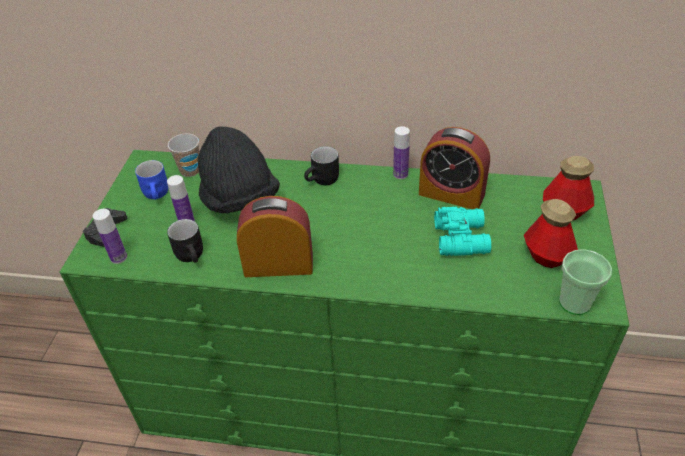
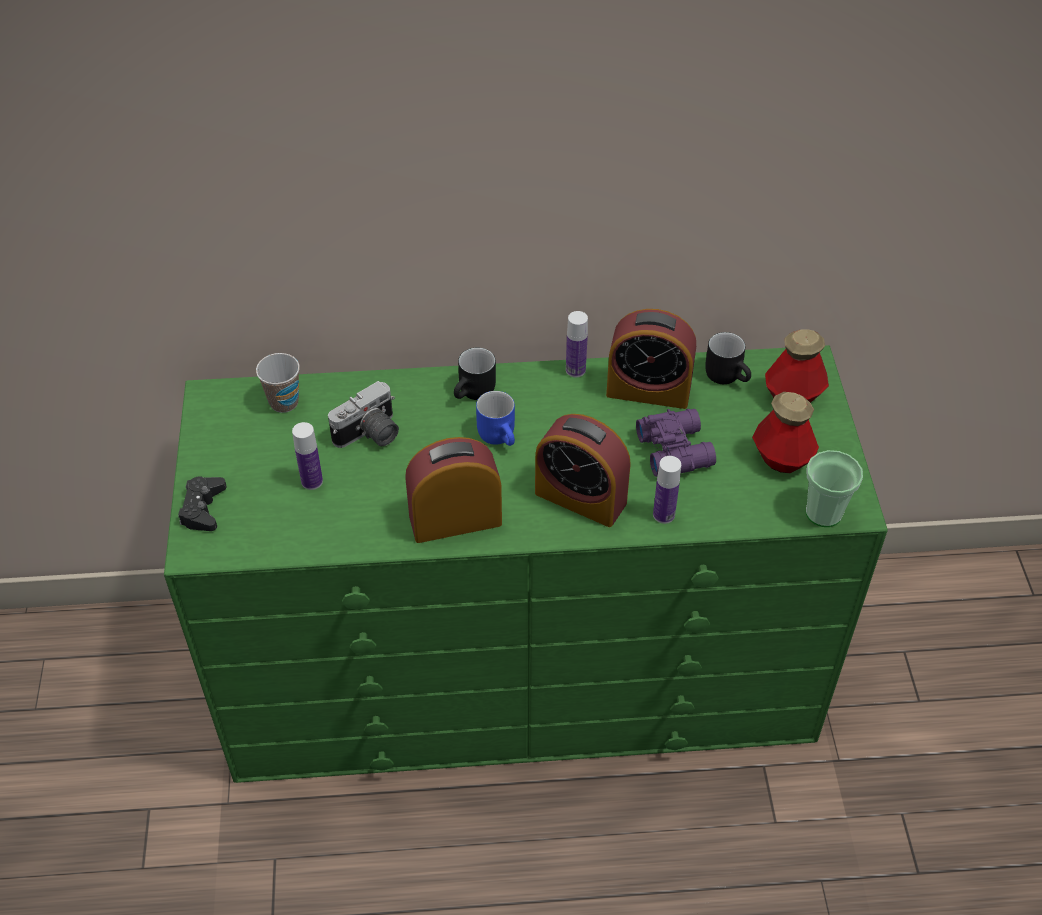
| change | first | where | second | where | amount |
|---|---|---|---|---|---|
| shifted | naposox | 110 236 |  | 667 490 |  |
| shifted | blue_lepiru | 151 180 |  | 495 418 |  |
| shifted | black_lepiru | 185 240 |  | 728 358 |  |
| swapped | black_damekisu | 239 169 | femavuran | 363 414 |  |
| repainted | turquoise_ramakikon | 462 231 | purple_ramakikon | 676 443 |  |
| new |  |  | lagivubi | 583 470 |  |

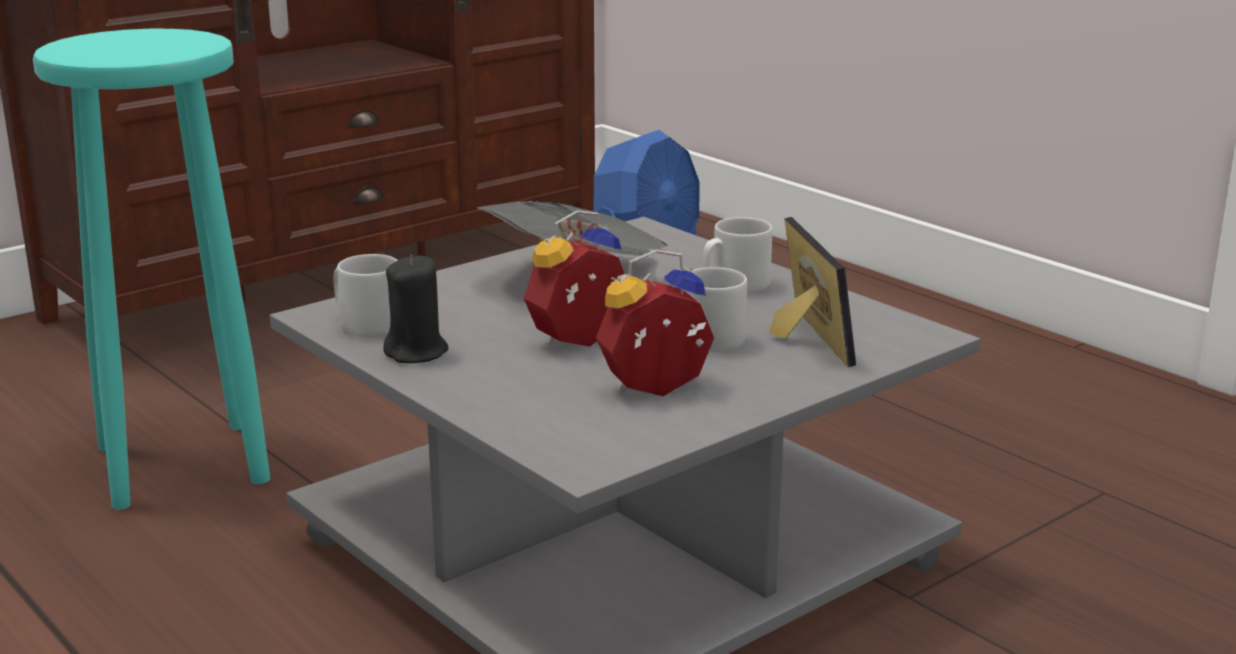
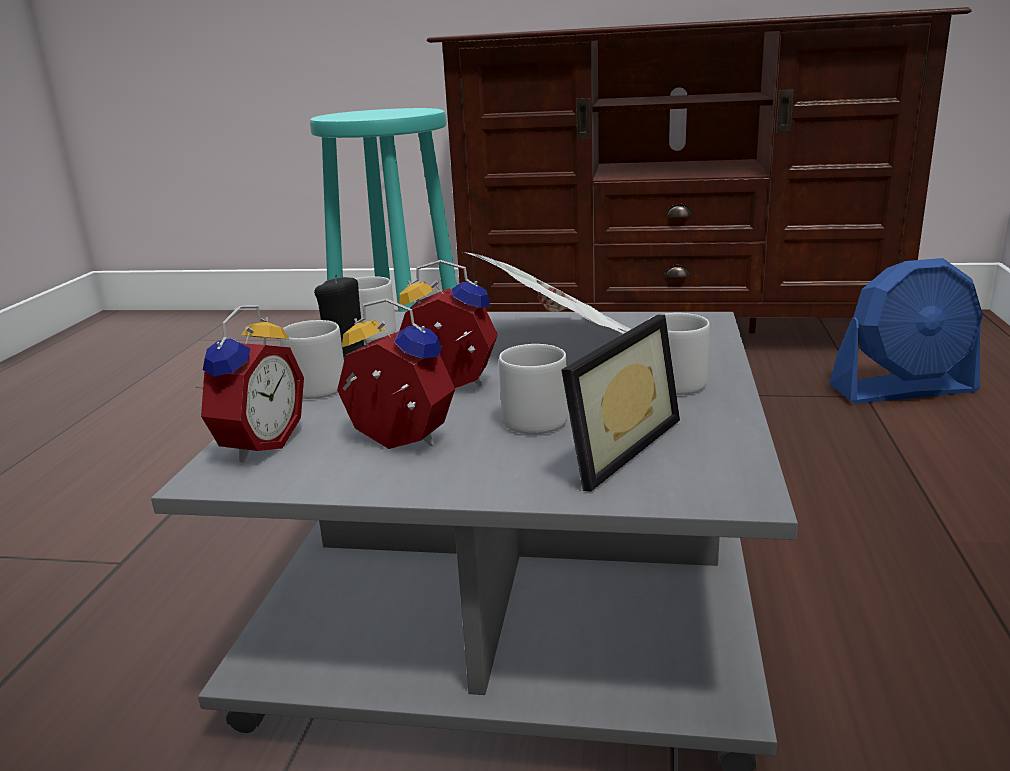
| change | first | where | second | where | amount |
|---|---|---|---|---|---|
| new |  |  | lagivubi | 250 384 |  |
| new |  |  | grey_lepiru | 311 359 |  |

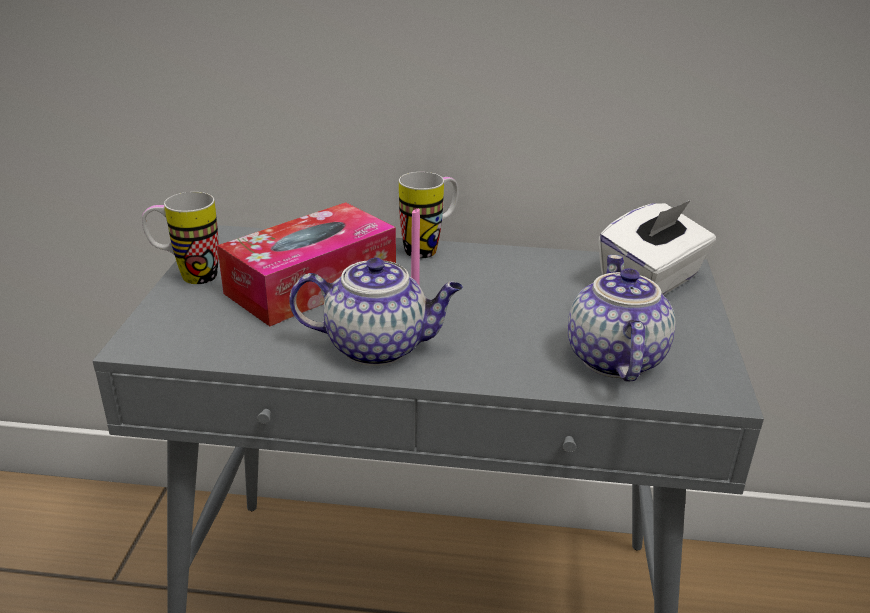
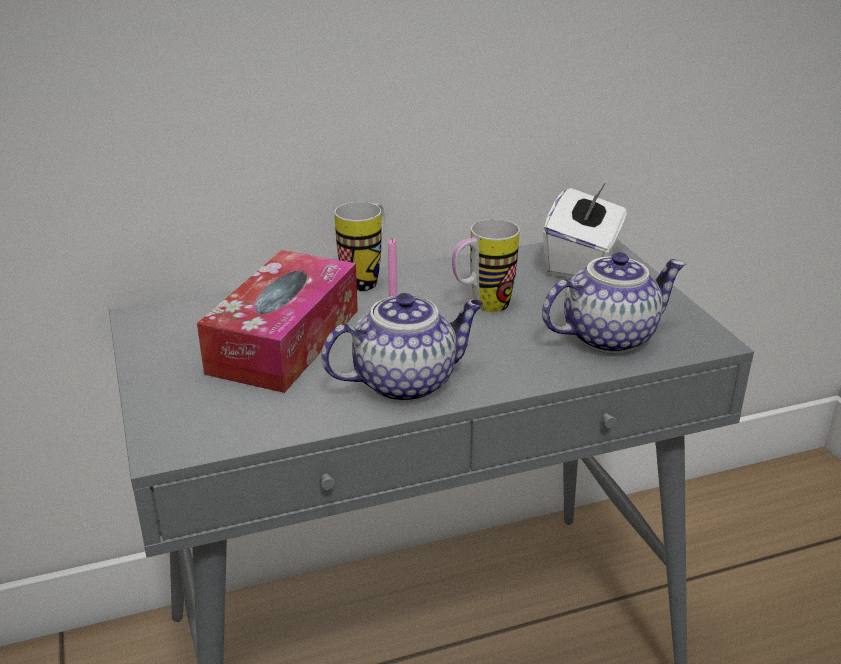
| change | first | where | second | where | amount |
|---|---|---|---|---|---|
| shifted | lepiru | 180 238 |  | 486 265 |  |
| rotated | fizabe | 622 318 |  | 614 303 | 90 degrees clockwise |

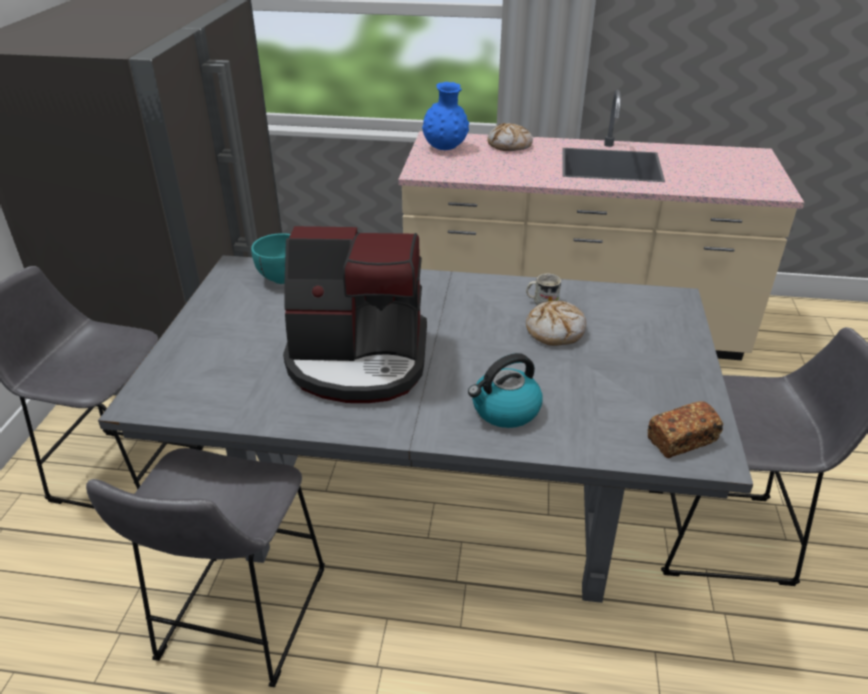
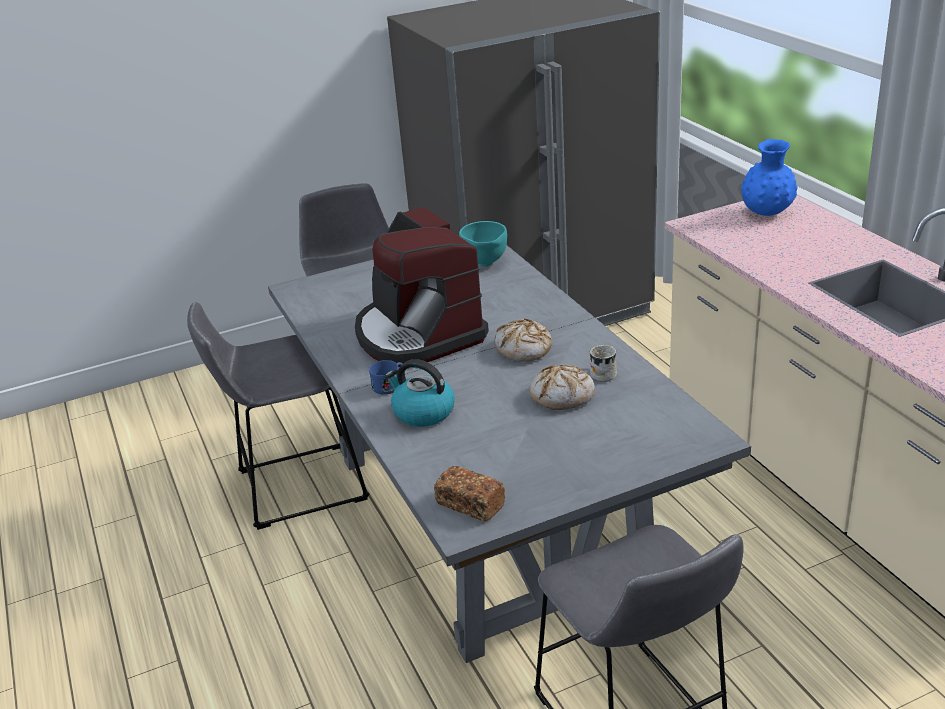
| change | first | where | second | where | amount |
|---|---|---|---|---|---|
| shifted | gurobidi | 510 137 |  | 523 340 |  |
| new |  |  | blue_lepiru | 385 377 |  |

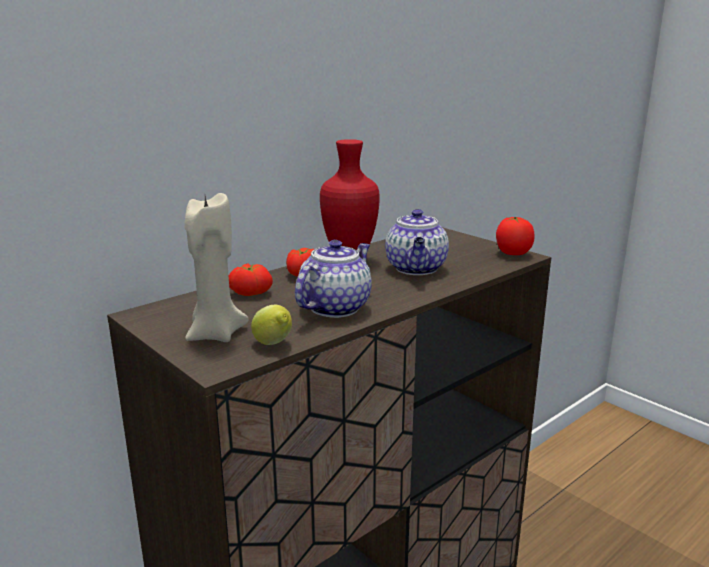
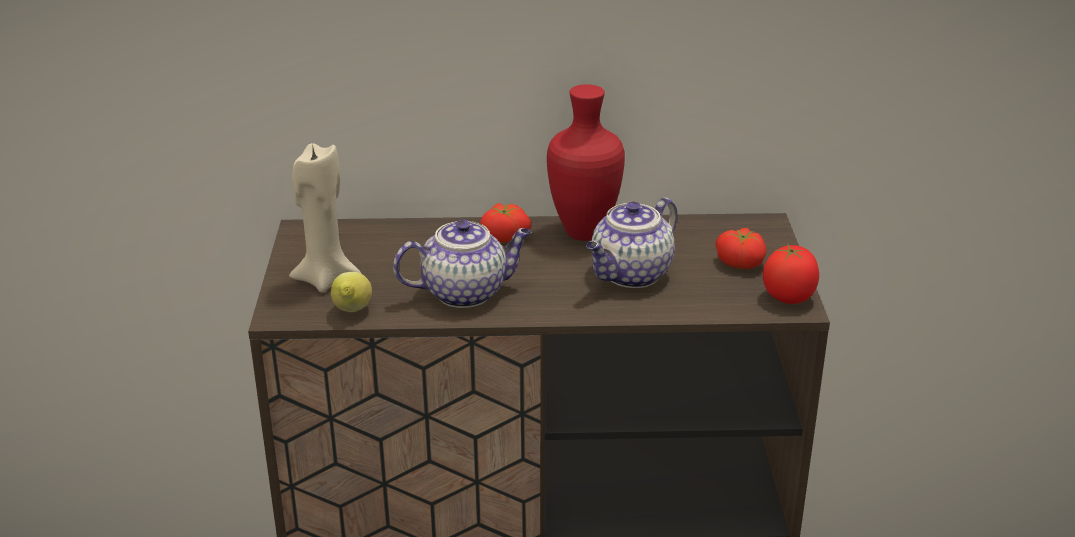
| change | first | where | second | where | amount |
|---|---|---|---|---|---|
| shifted | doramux | 251 279 |  | 741 248 |  |

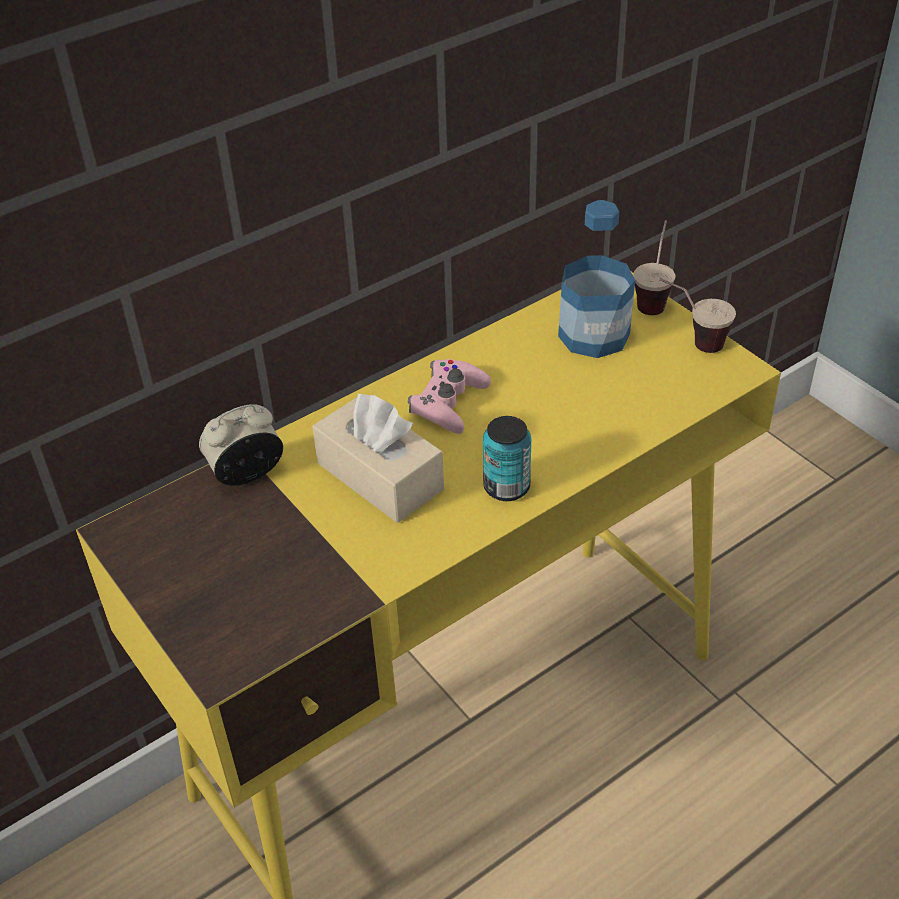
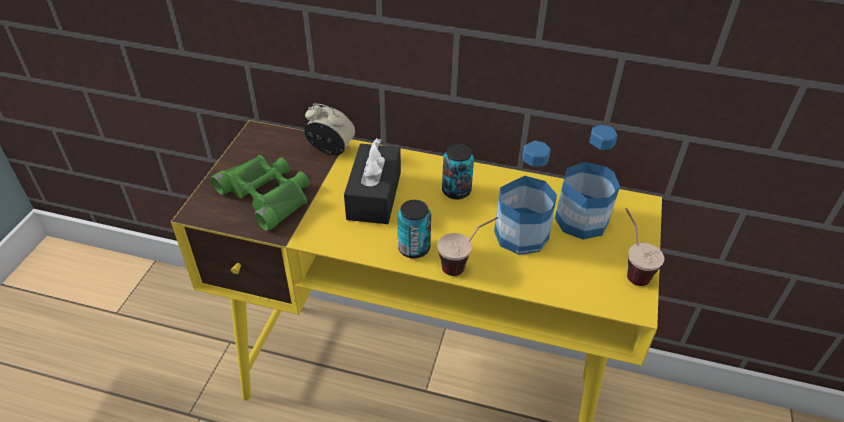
| change | first | where | second | where | amount |
|---|---|---|---|---|---|
| repainted | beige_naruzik | 378 458 | black_naruzik | 372 181 |  |
| swapped | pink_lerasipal | 449 396 | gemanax | 458 172 |  |
| shifted | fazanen | 654 267 |  | 467 246 |  |
| new |  |  | green_ramakikon | 260 193 |  |
| new |  |  | naposox | 525 198 |  |

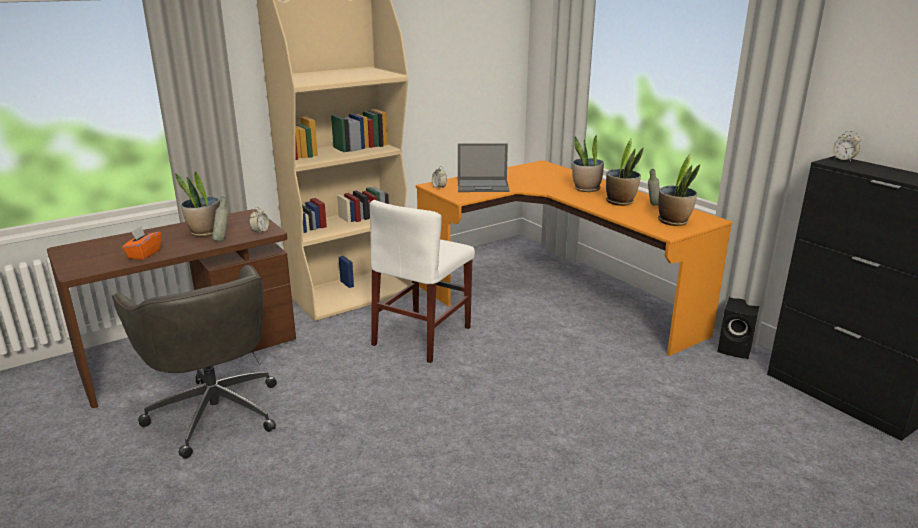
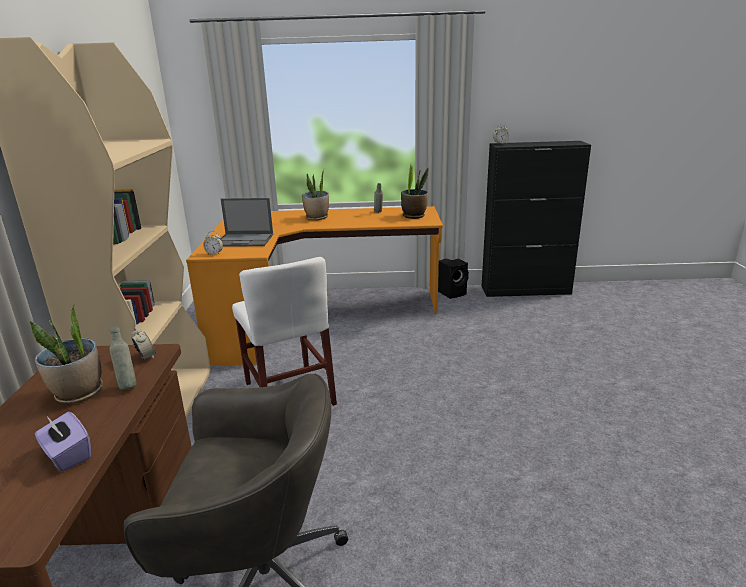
| change | first | where | second | where | amount |
|---|---|---|---|---|---|
| repainted | orange_naruzik | 141 243 | purple_naruzik | 63 442 |  |
| rotated | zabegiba | 484 167 |  | 247 222 | 60 degrees clockwise |
| gone | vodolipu | 625 172 |  |  |  |

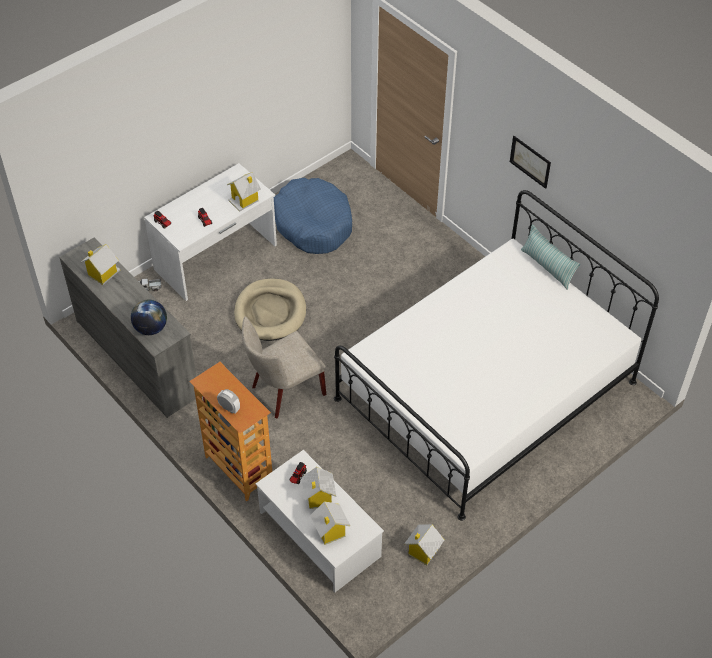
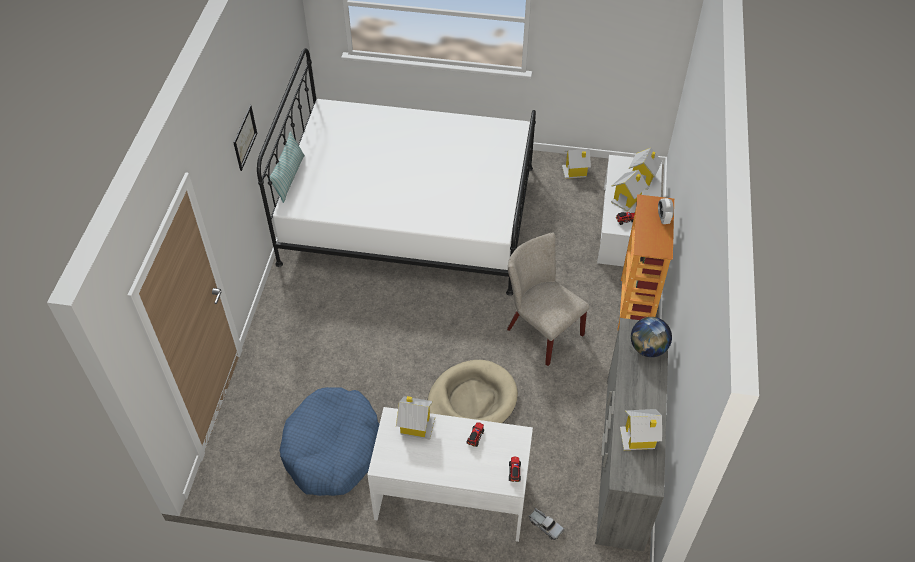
| change | first | where | second | where | amount |
|---|---|---|---|---|---|
| rotated | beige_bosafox | 284 367 |  | 548 299 | 150 degrees counterclockwise |

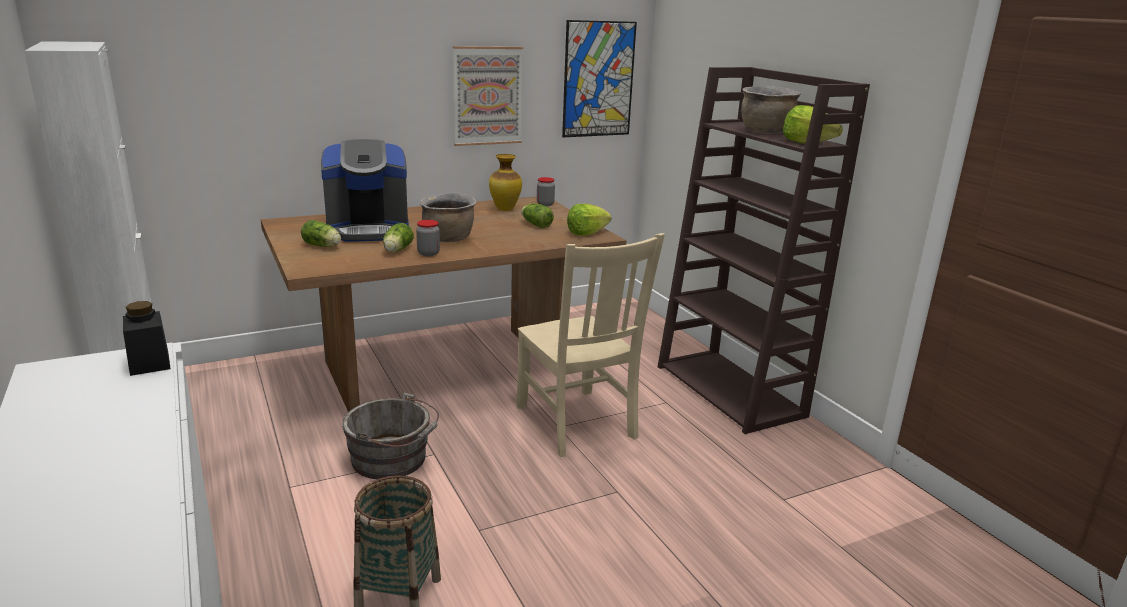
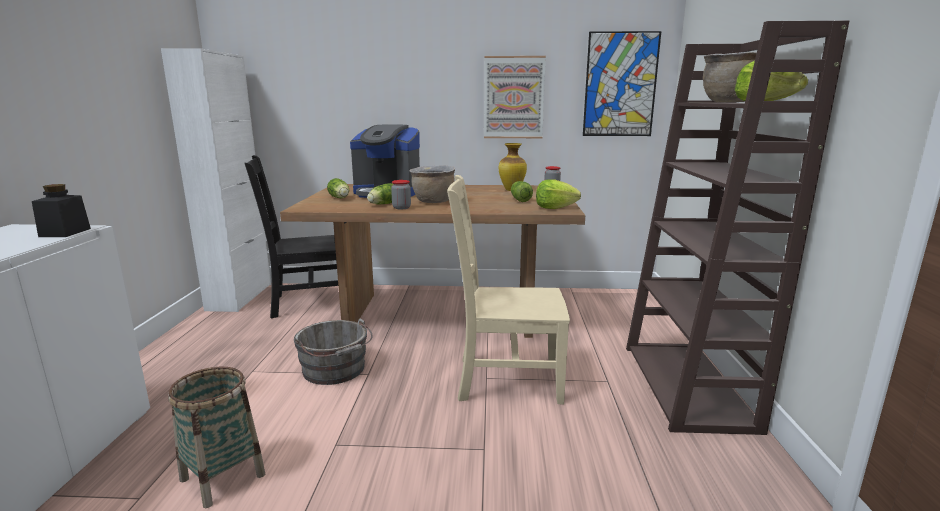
| change | first | where | second | where | amount |
|---|---|---|---|---|---|
| rotated | beige_bosafox | 590 345 |  | 508 289 | 90 degrees clockwise |
| new |  |  | black_bosafox | 291 236 |  |

